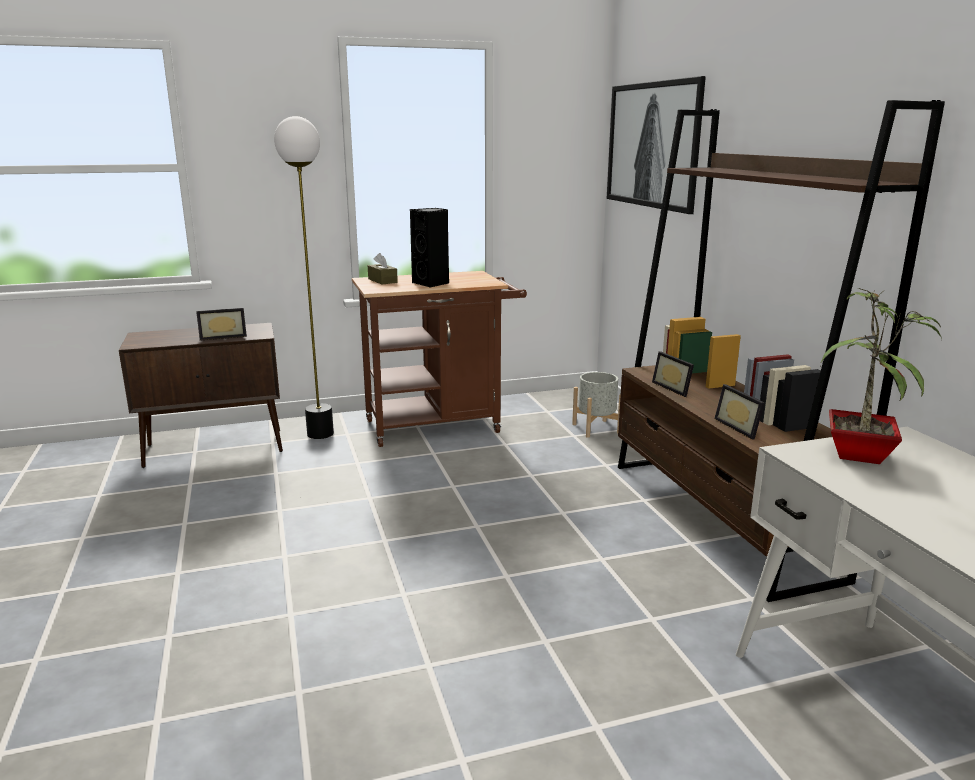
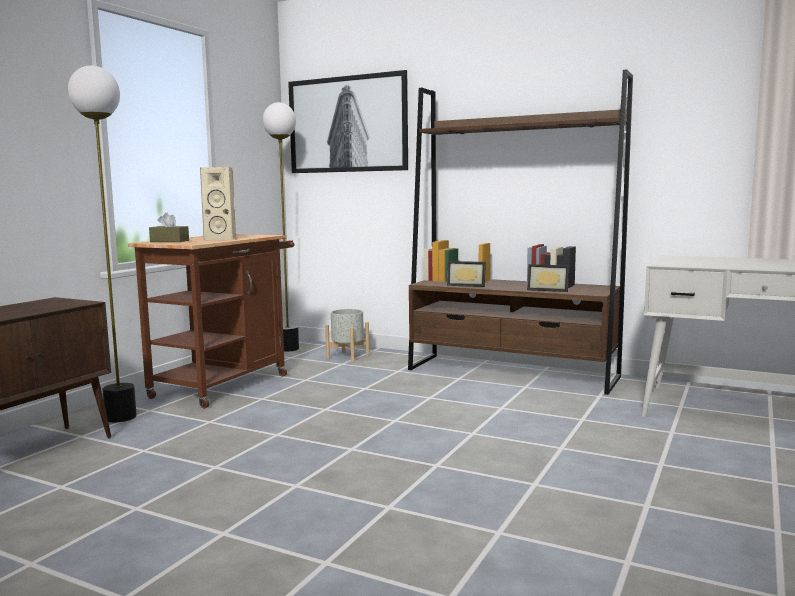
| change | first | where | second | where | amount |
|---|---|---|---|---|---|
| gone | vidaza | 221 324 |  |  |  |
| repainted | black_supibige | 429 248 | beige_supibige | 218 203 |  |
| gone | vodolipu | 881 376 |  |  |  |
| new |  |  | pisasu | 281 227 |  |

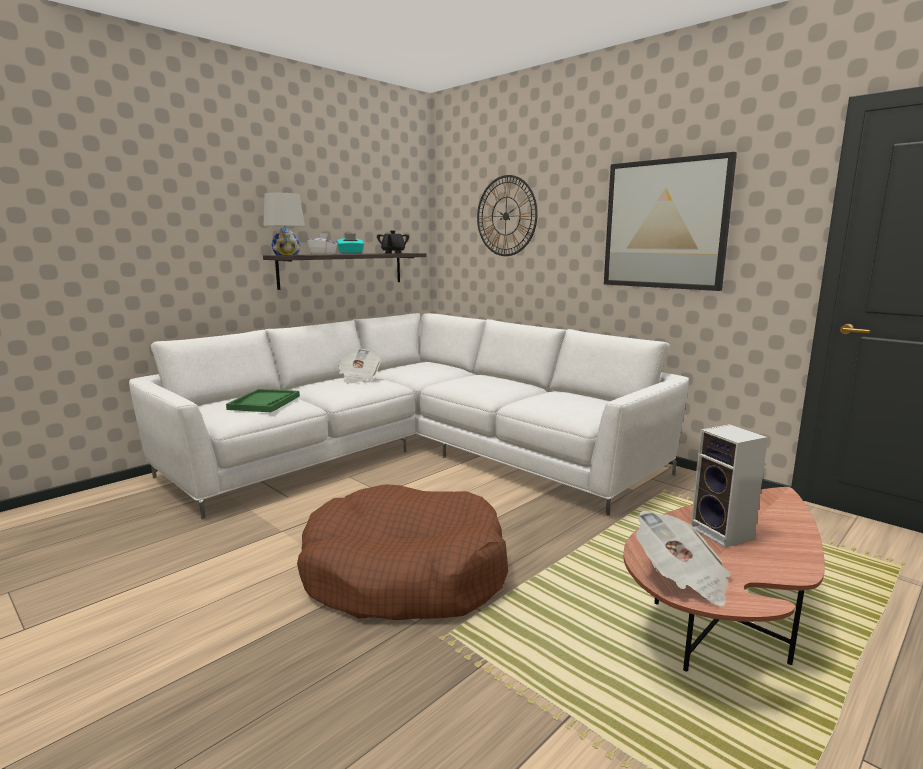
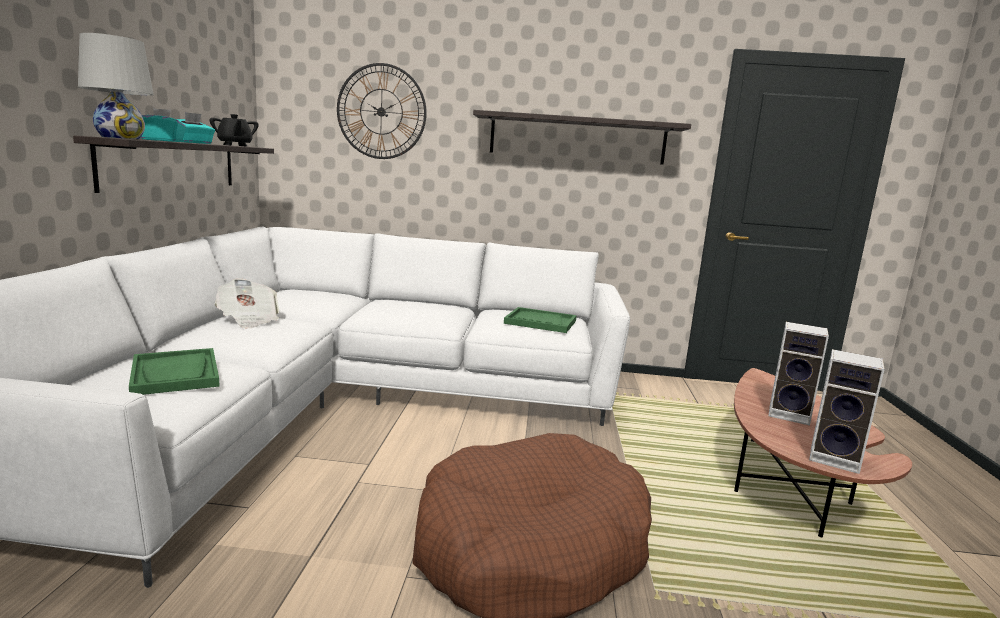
| change | first | where | second | where | amount |
|---|---|---|---|---|---|
| repainted | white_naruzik | 322 244 | turquoise_naruzik | 163 125 |  |
| swapped | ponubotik | 670 221 | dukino | 582 137 |  |
| swapped | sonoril | 683 558 | supibige | 847 411 |  |
| new |  |  | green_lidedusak | 540 320 |  |

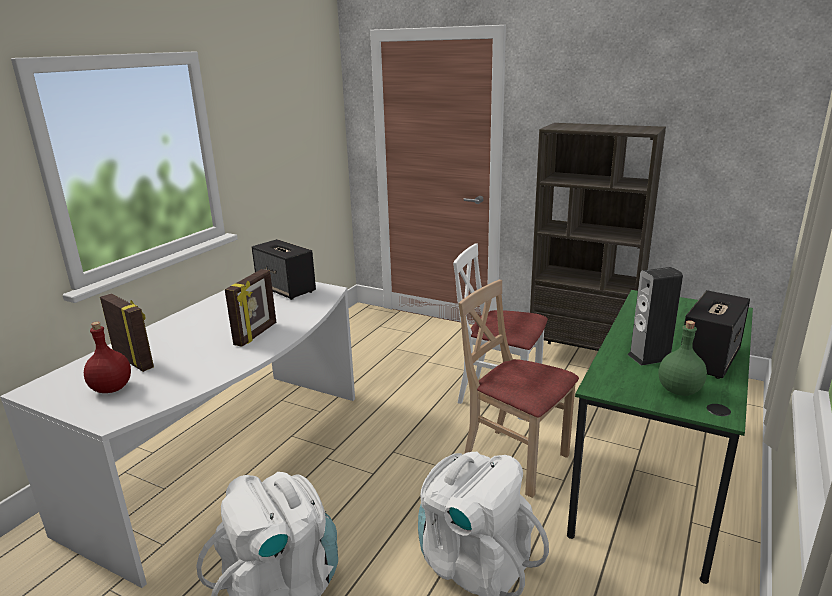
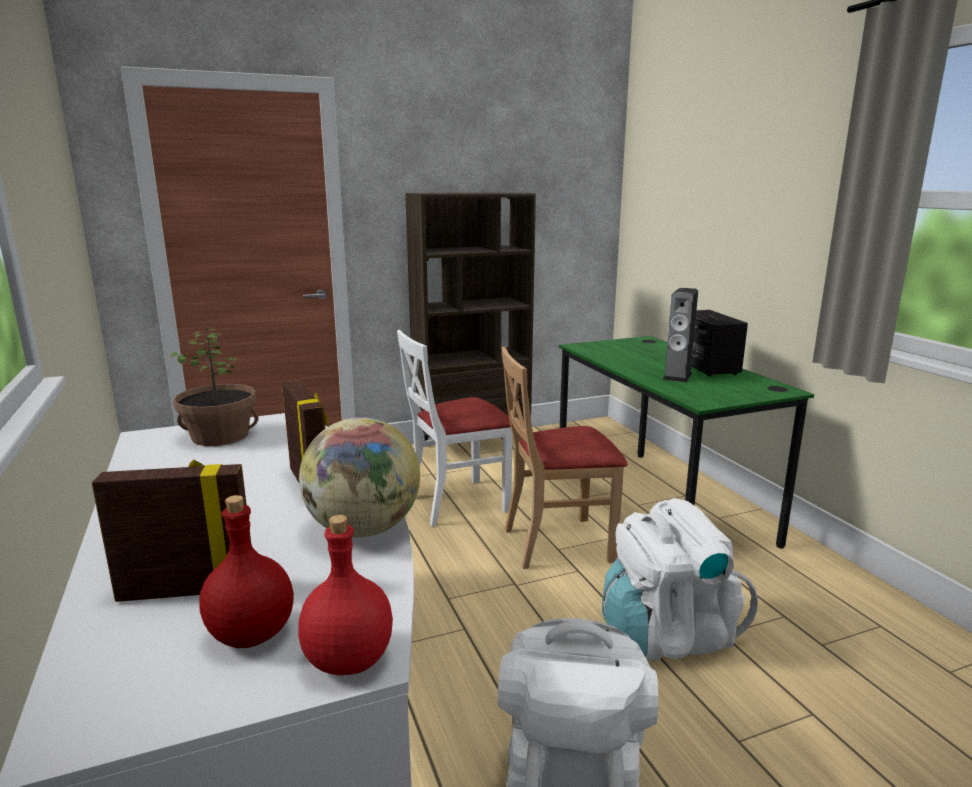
| change | first | where | second | where | amount |
|---|---|---|---|---|---|
| swapped | supibige | 284 269 | vodolipu | 214 386 |  |
| gone | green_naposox | 683 358 |  |  |  |
| new |  |  | red_naposox | 345 595 |  |
| new |  |  | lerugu | 359 477 |  |

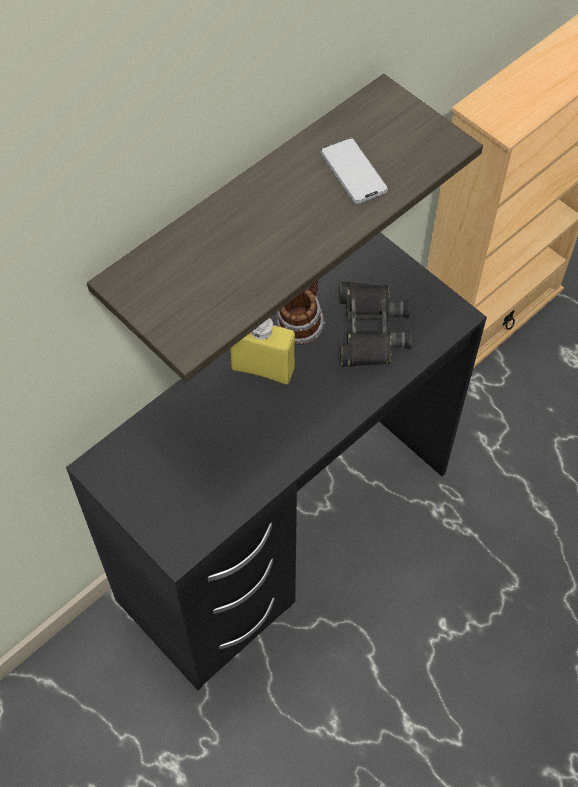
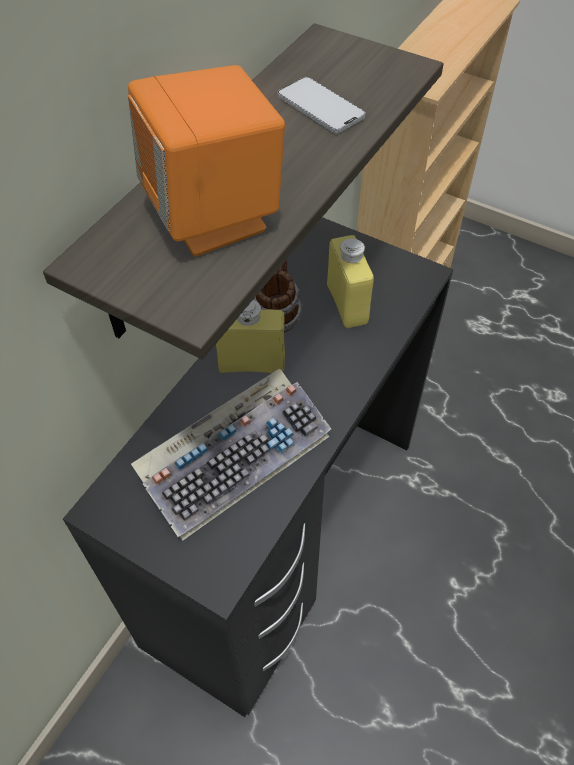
| change | first | where | second | where | amount |
|---|---|---|---|---|---|
| swapped | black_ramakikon | 375 324 | yellow_naposox | 350 281 |  |
| new |  |  | orange_supibige | 206 160 |  |
| new |  |  | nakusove | 231 454 |  |

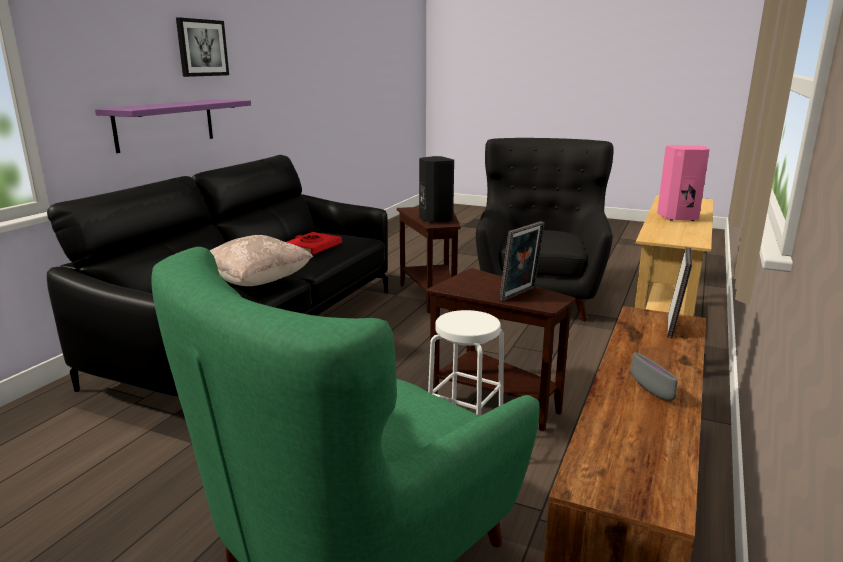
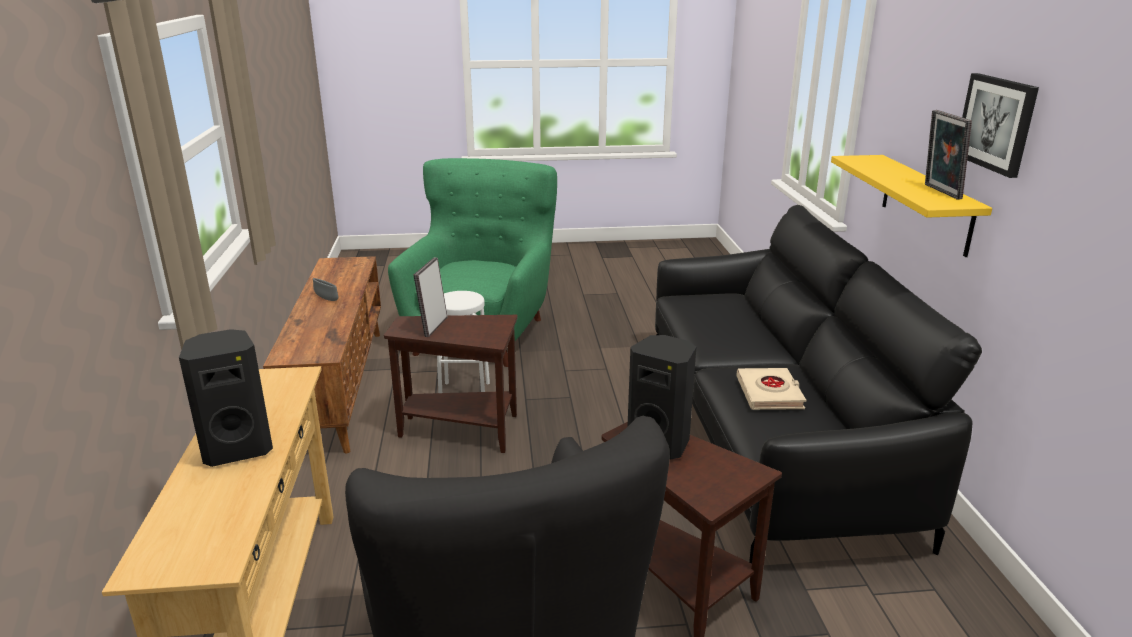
| change | first | where | second | where | amount |
|---|---|---|---|---|---|
| repainted | purple_dukino | 173 126 | yellow_dukino | 911 206 |  |
| gone | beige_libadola | 261 260 |  |  |  |
| repainted | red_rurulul | 314 243 | beige_rurulul | 771 389 |  |
| repainted | pink_supibige | 683 183 | black_supibige | 226 398 |  |
| shifted | vidaza | 680 292 |  | 948 155 |  |

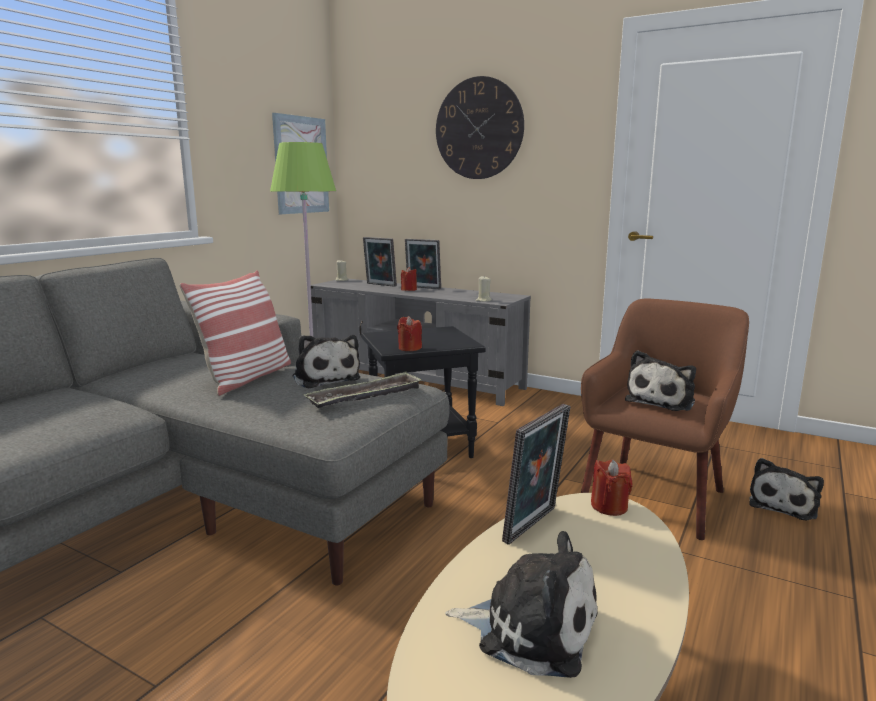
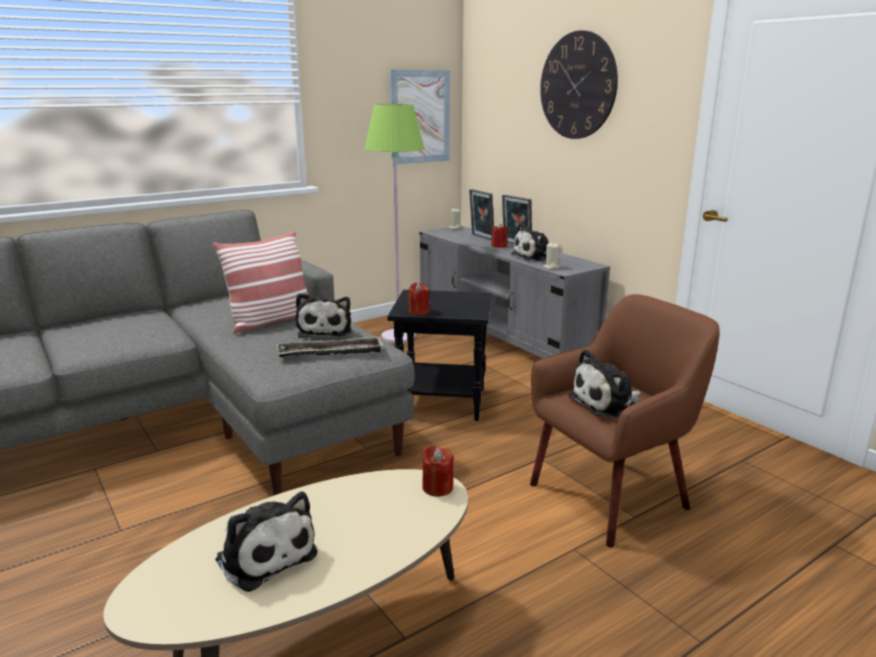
| change | first | where | second | where | amount |
|---|---|---|---|---|---|
| gone | vidaza | 536 474 |  |  |  |
| shifted | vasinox | 786 489 |  | 530 242 |  |

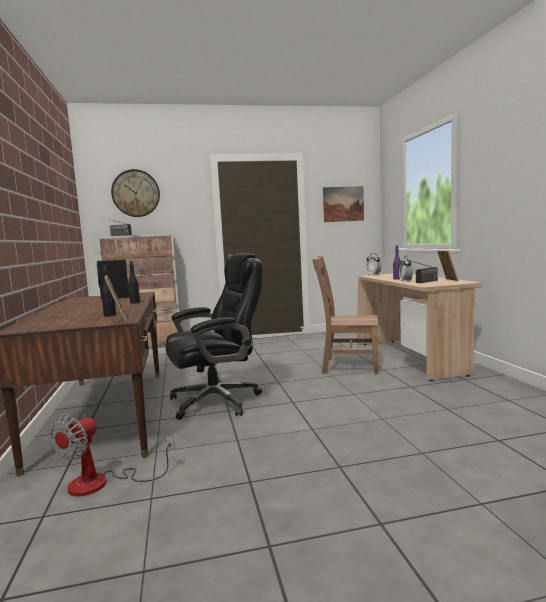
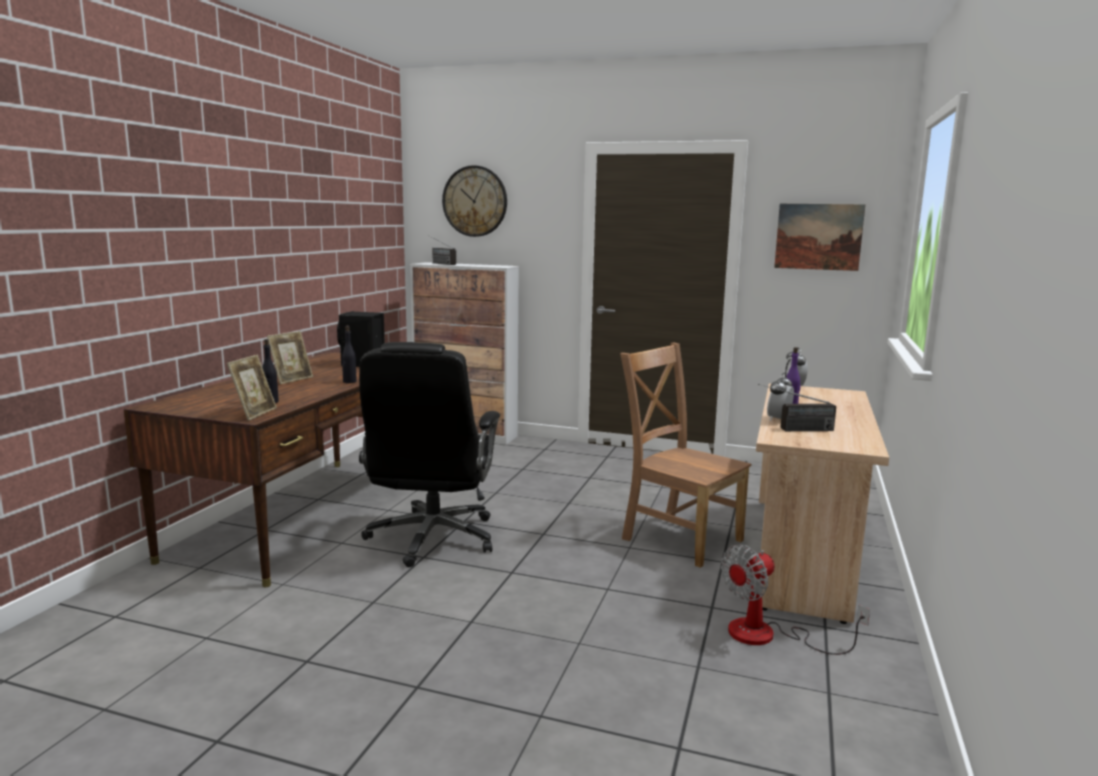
| change | first | where | second | where | amount |
|---|---|---|---|---|---|
| shifted | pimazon | 112 455 |  | 795 600 |  |
| rotated | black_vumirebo | 214 336 |  | 429 454 | 90 degrees clockwise |
| shifted | vidaza | 448 265 |  | 290 357 |  |

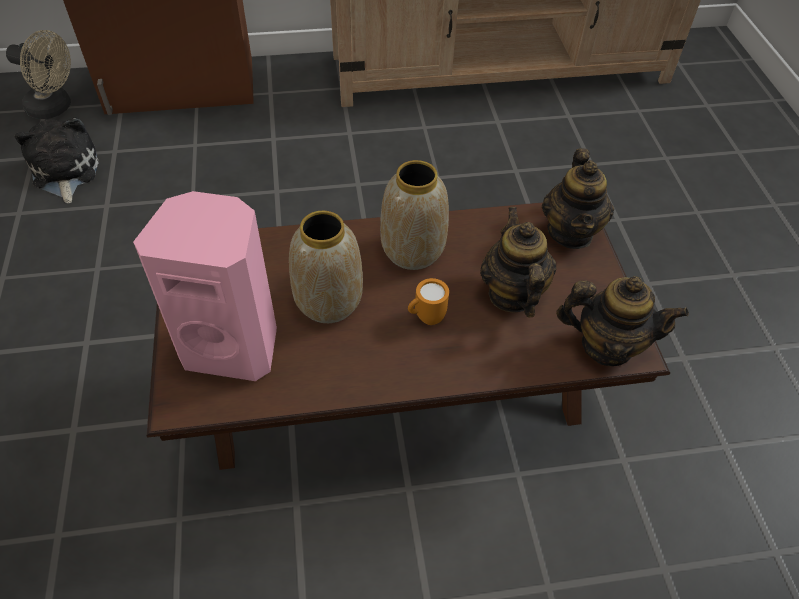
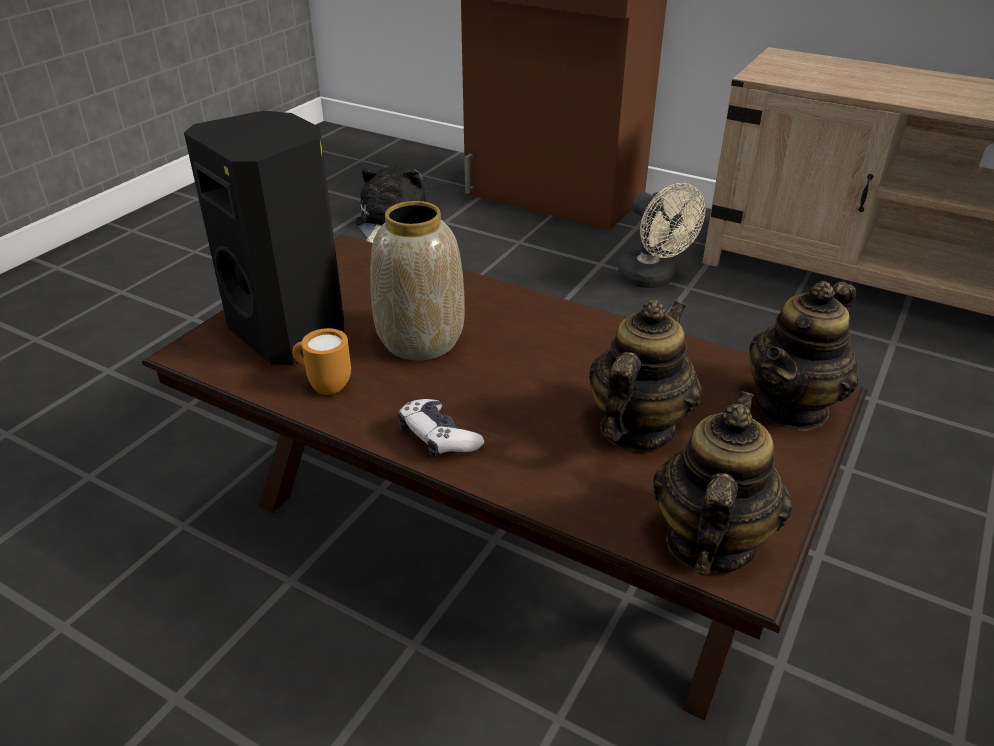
| change | first | where | second | where | amount |
|---|---|---|---|---|---|
| shifted | beige_pimazon | 38 74 |  | 662 235 |  |
| repainted | pink_supibige | 205 286 | black_supibige | 264 238 |  |
| gone | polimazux | 414 215 |  |  |  |
| shifted | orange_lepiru | 428 301 |  | 321 361 |  |
| rotated | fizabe | 622 321 |  | 722 483 | 120 degrees counterclockwise |
| new |  |  | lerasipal | 441 428 |  |

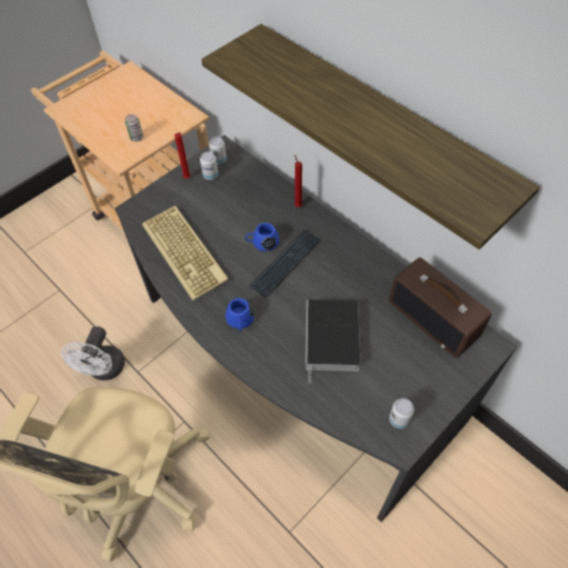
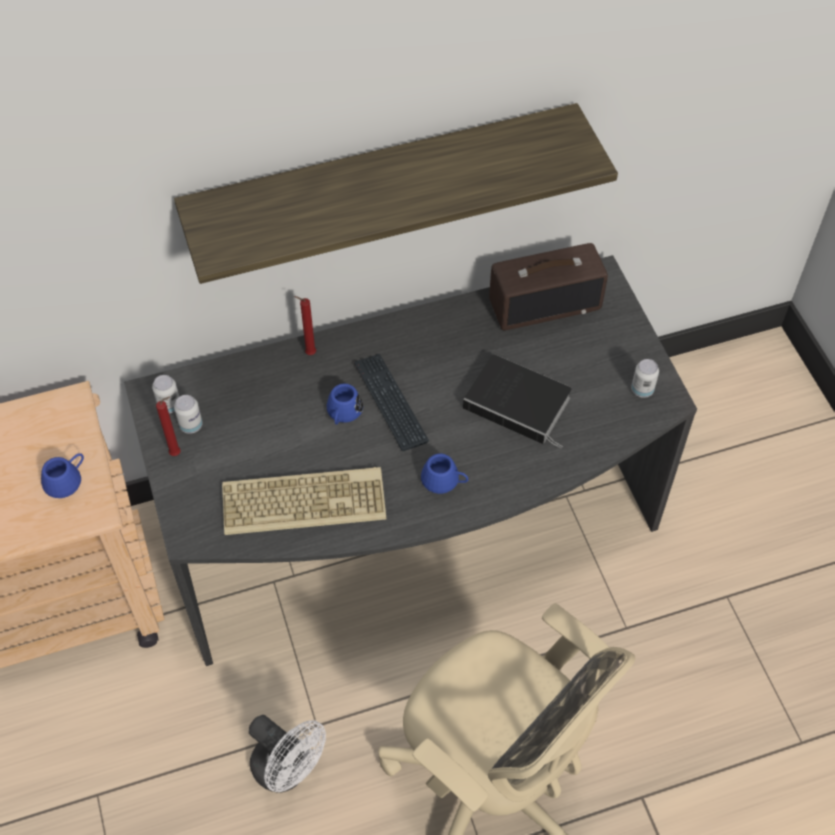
| change | first | where | second | where | amount |
|---|---|---|---|---|---|
| swapped | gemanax | 134 128 | blue_lepiru | 62 475 |  |

